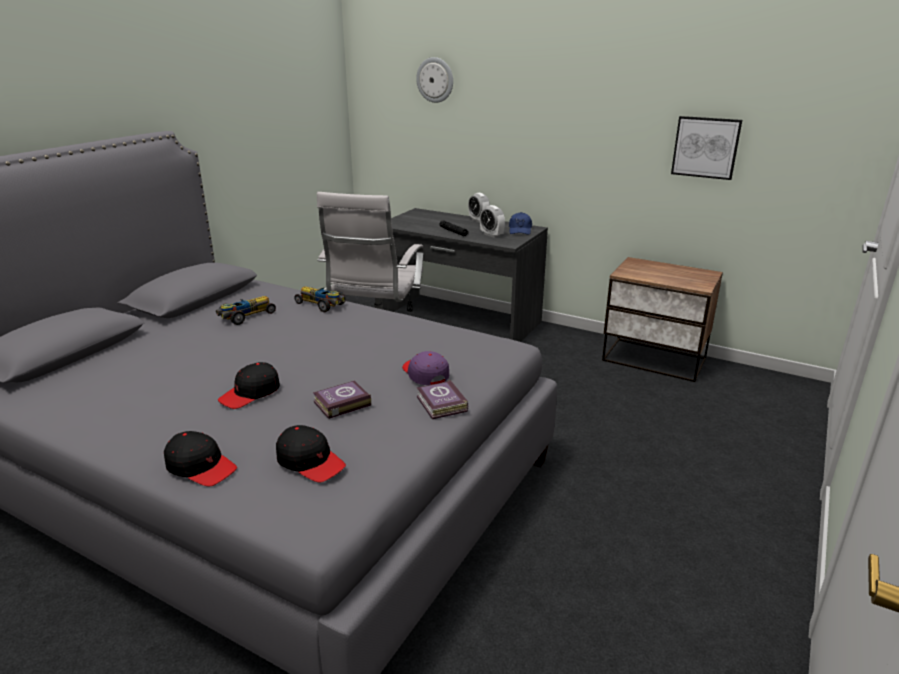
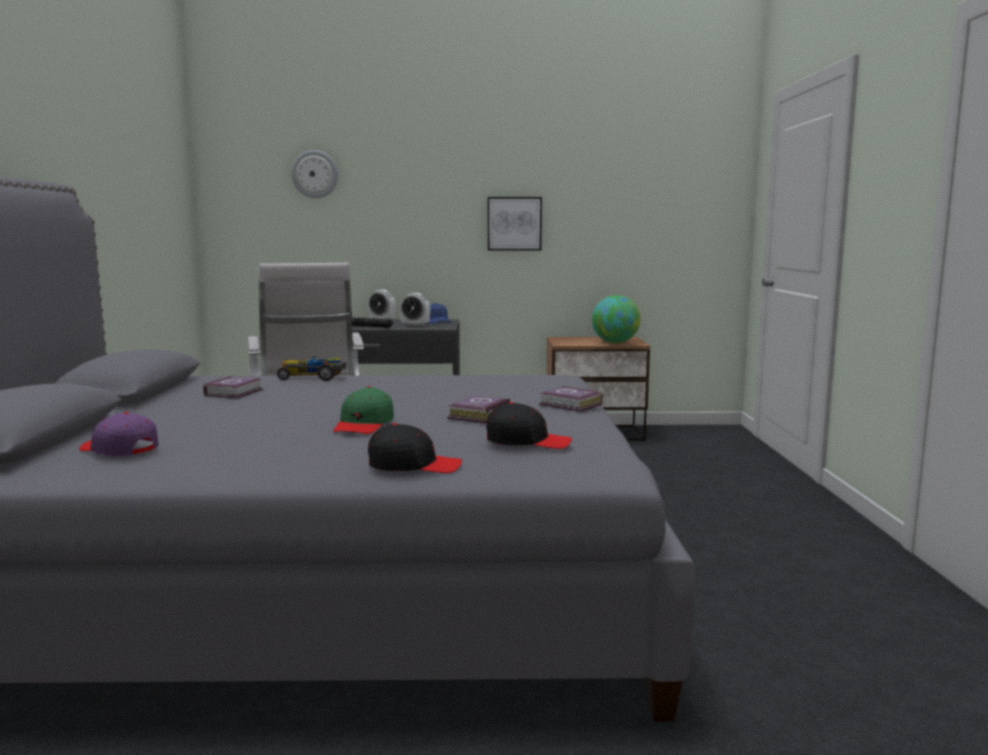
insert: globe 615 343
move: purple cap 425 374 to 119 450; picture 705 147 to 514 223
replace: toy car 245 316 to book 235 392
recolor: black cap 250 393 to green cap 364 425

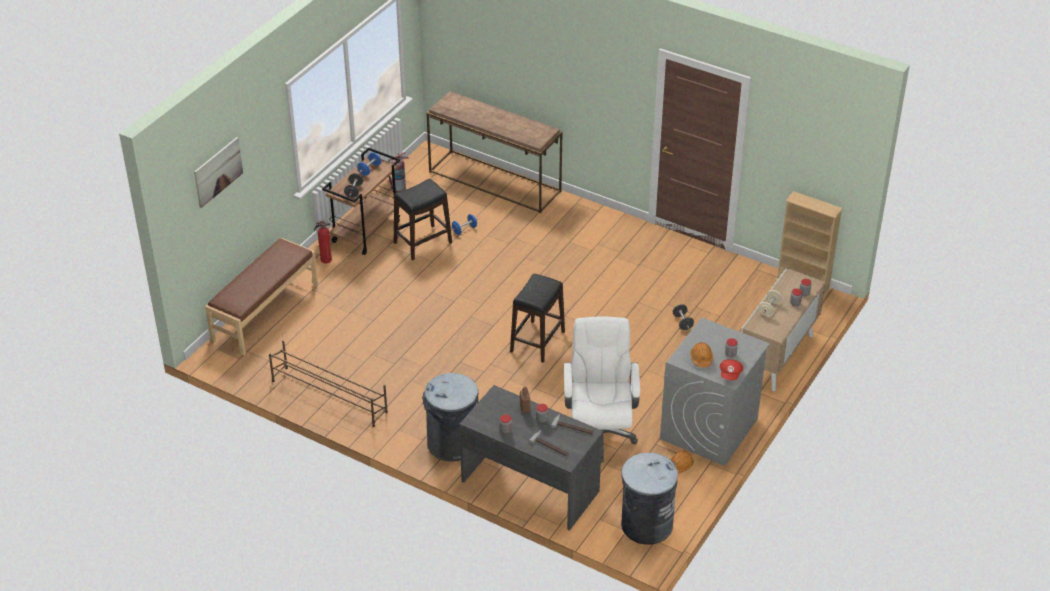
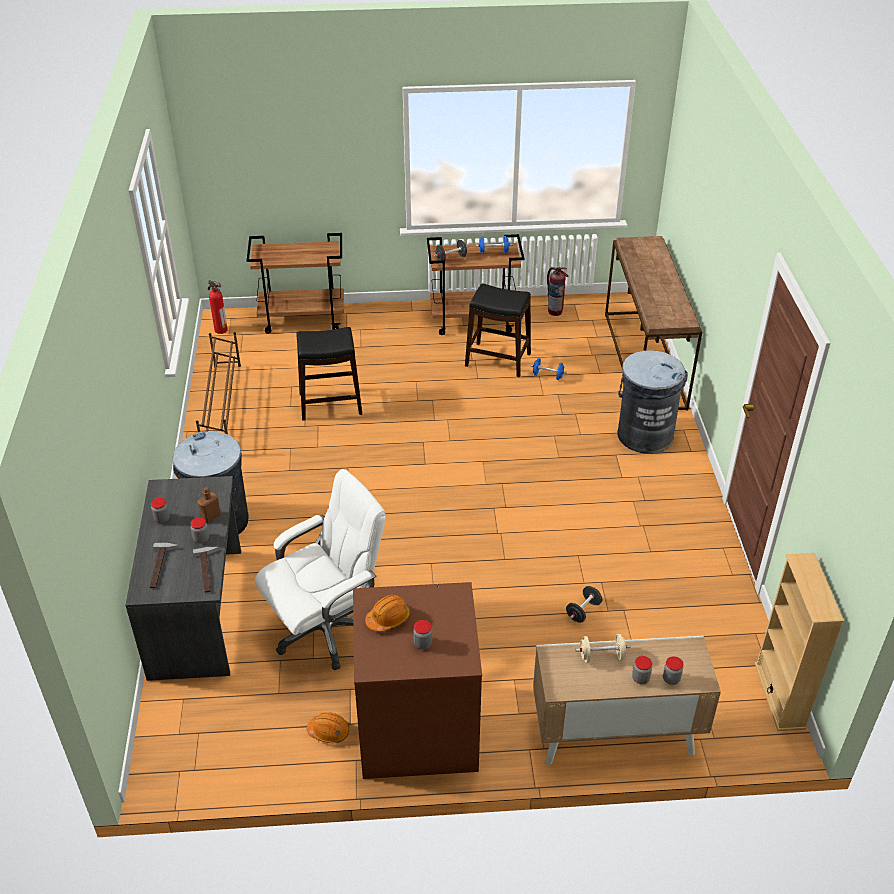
delete: picture 218 171; red cap 730 374
move: fire extinguisher 325 259 to 220 329; black stool 538 341 to 330 404; grey trash can 646 525 to 645 435
replace: brown bench 264 312 to brown cart 303 319
recolor: grey washing machine 709 429 to brown washing machine 417 729

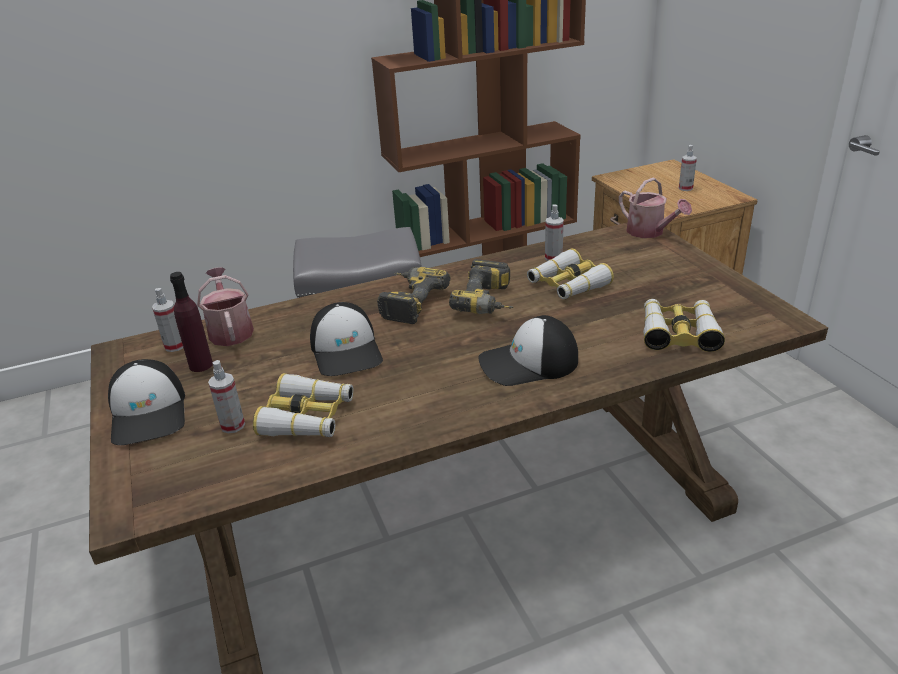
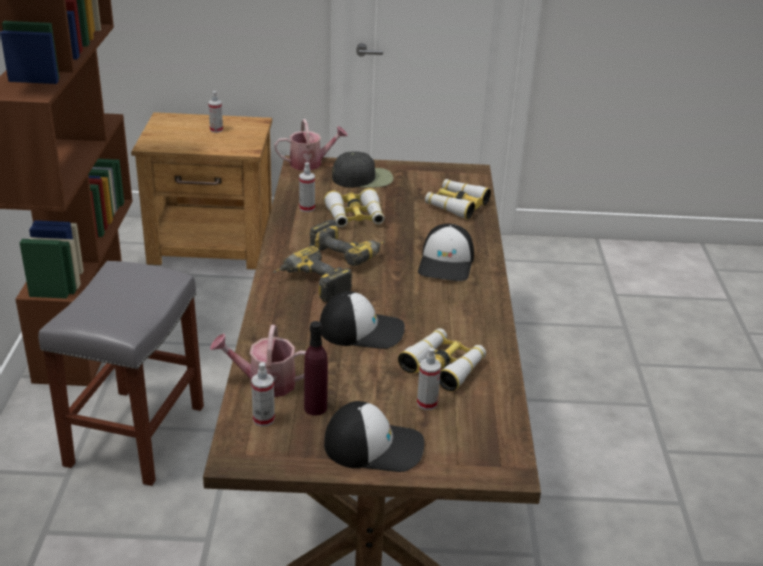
insert: black cap 363 178

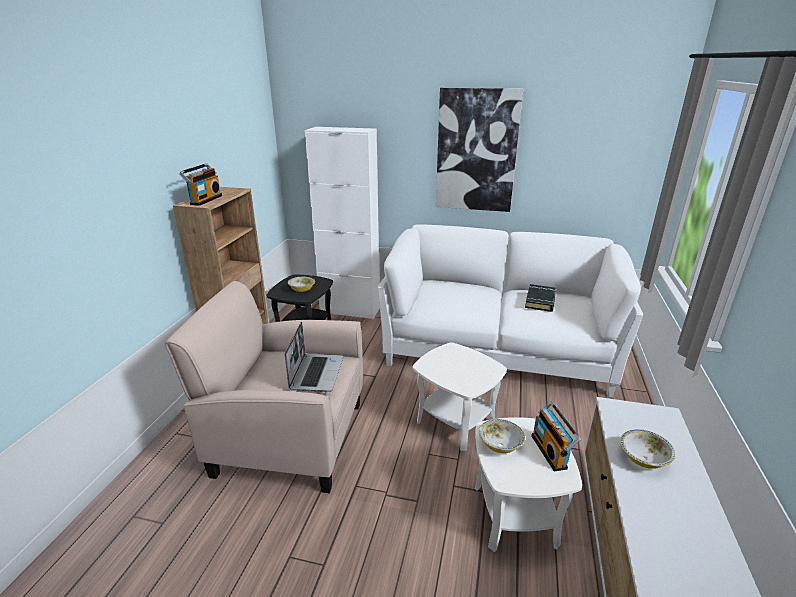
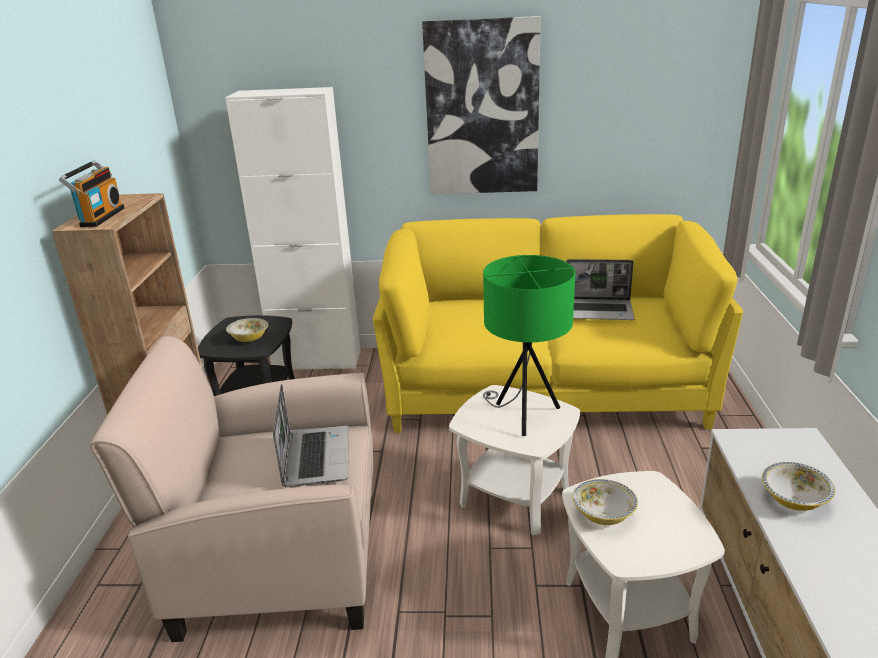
delete: radio 551 451
insert: green table lamp 523 415
replace: black book 540 301 to laptop 599 311
recolor: white sofa 497 350 to yellow sofa 543 388

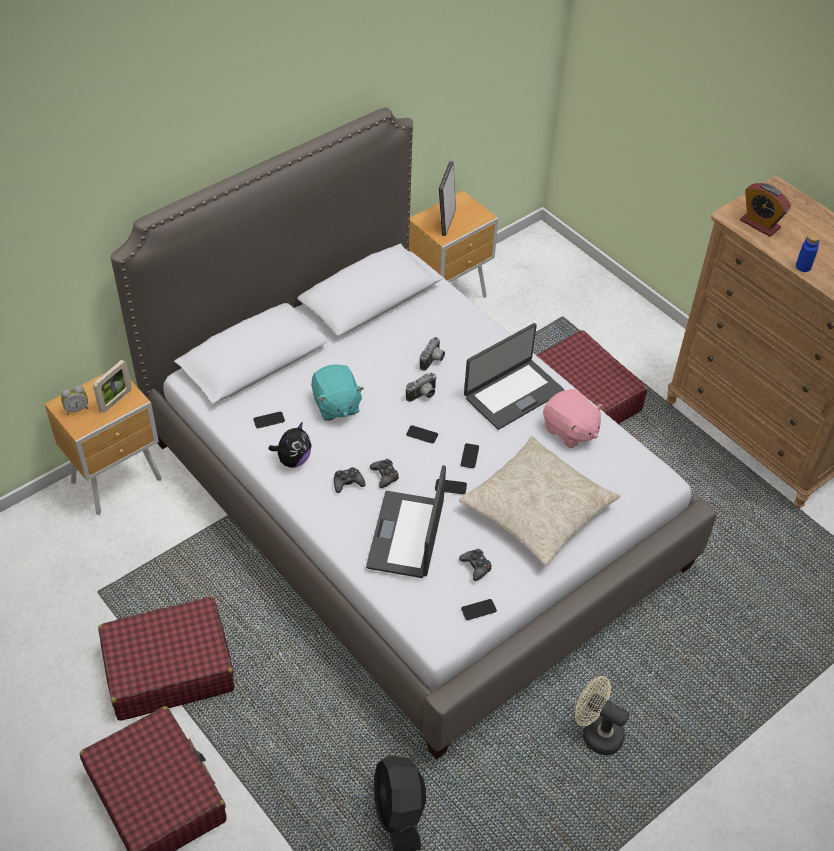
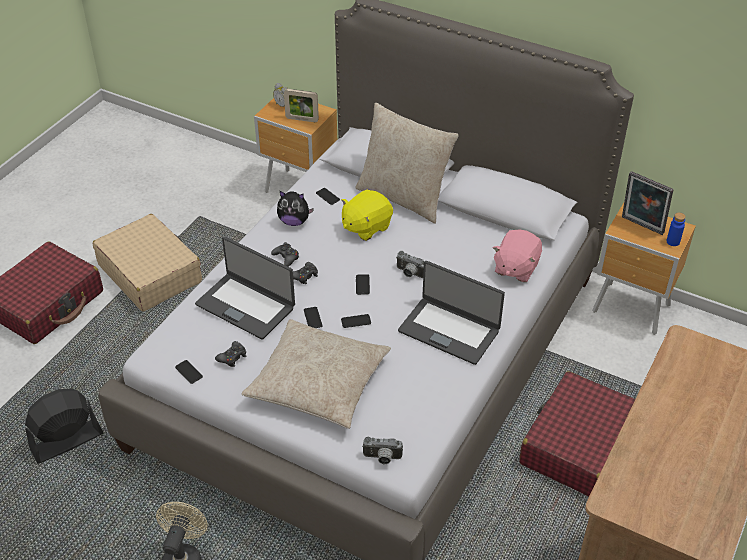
delete: alarm clock 760 224
insert: beige pillow 404 197
move: photo camera 433 361 to 382 458; pink plush toy 569 430 to 515 268; blue bottle 803 267 to 673 242
recolor: red suitcase 168 668 to beige suitcase 150 273; turquoise plush toy 336 405 to yellow plush toy 366 227
rotate: laptop 407 535 = 246 305 135 degrees counterclockwise; picture frame 446 221 = 641 226 135 degrees counterclockwise

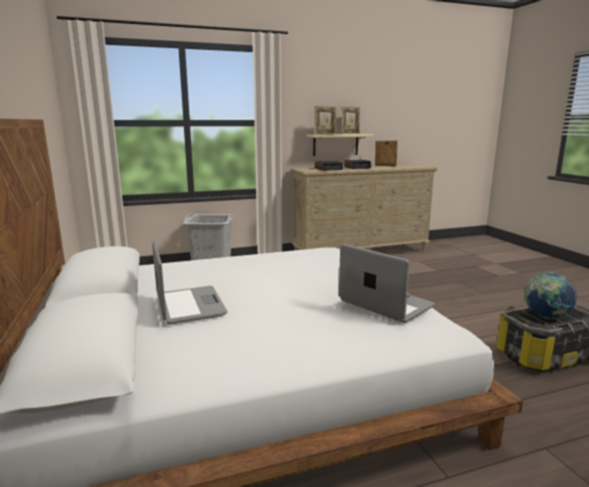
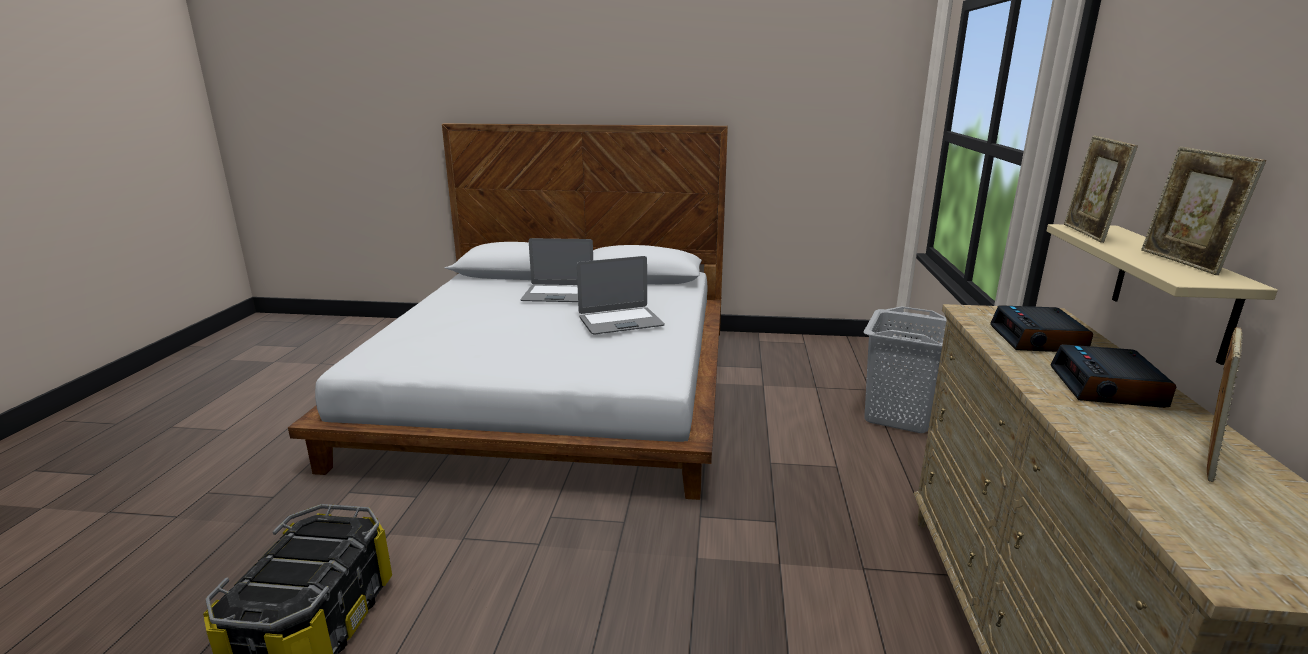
delete: globe 545 317
move: laptop 385 304 to 620 322

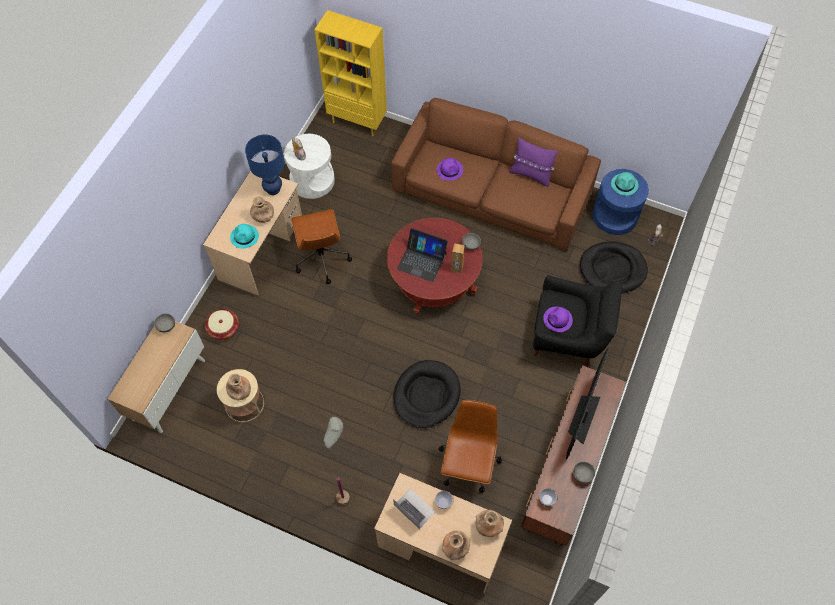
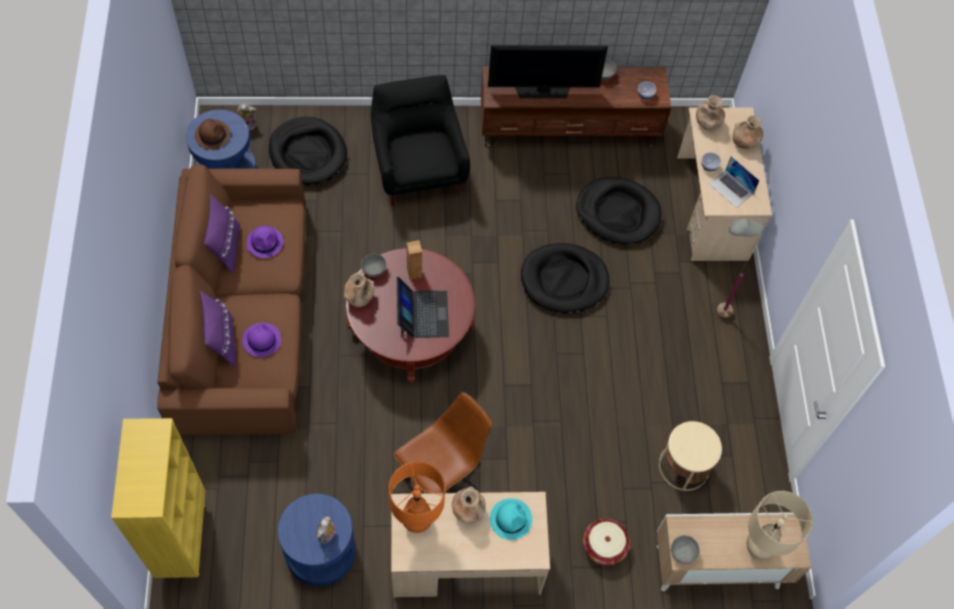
insert: purple pillow 222 341; beige table lamp 757 549
move: purple hat 557 320 to 265 242; brown vase 240 392 to 359 298
replace: brown office chair 468 464 to black dog bed 618 213
recolor: turquoise hat 624 184 to brown hat 212 135; white side table 312 180 to blue side table 320 551; blue table lamp 273 189 to orange table lamp 417 521
rotate: laptop 414 508 = 731 188 60 degrees counterclockwise

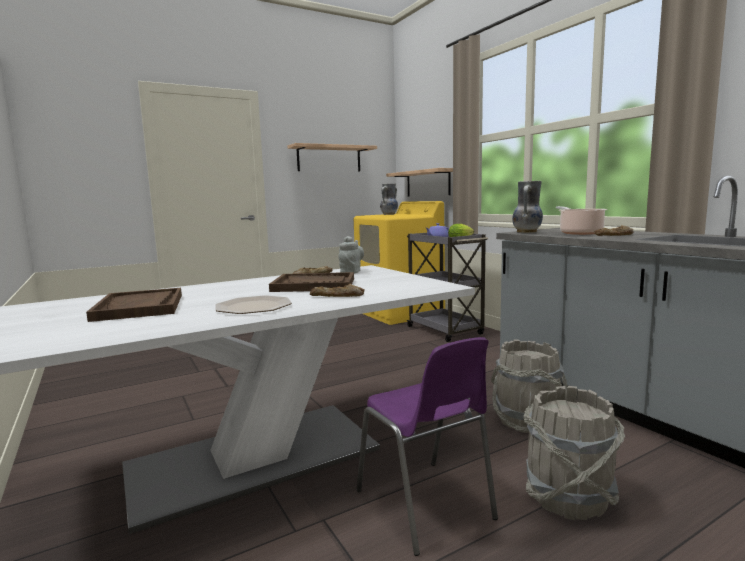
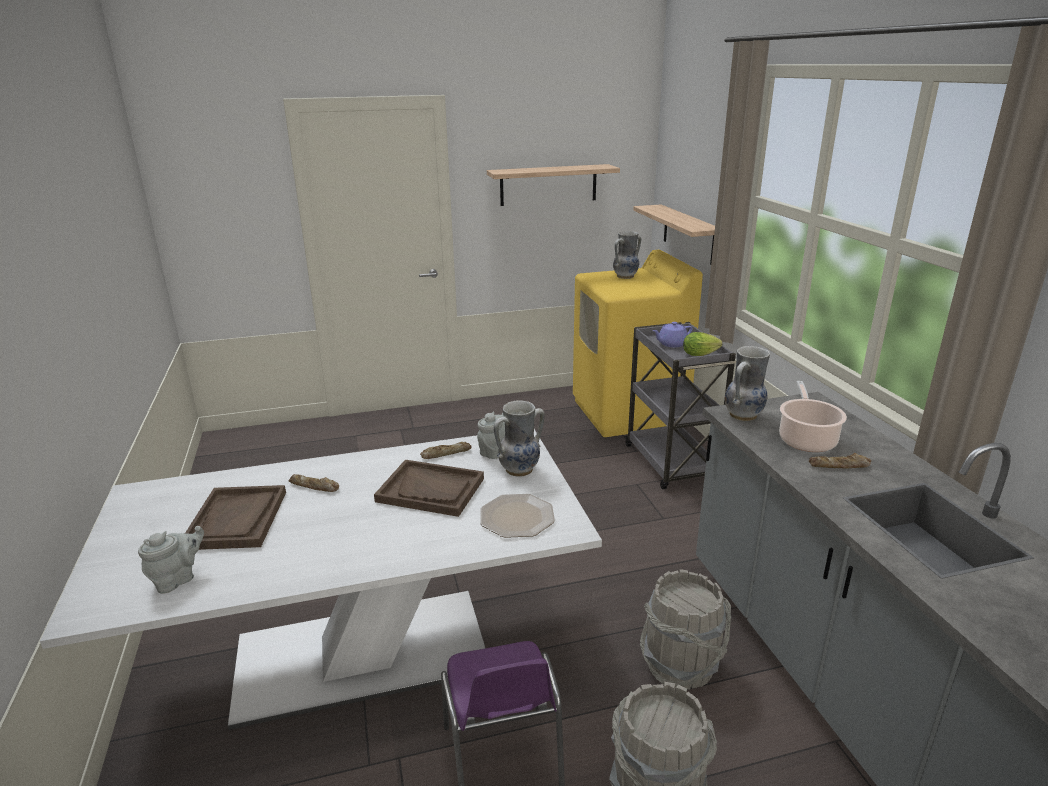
insert: grey teapot 178 579; vase 519 470
move: bread 337 296 to 314 487; plate 254 306 to 517 517

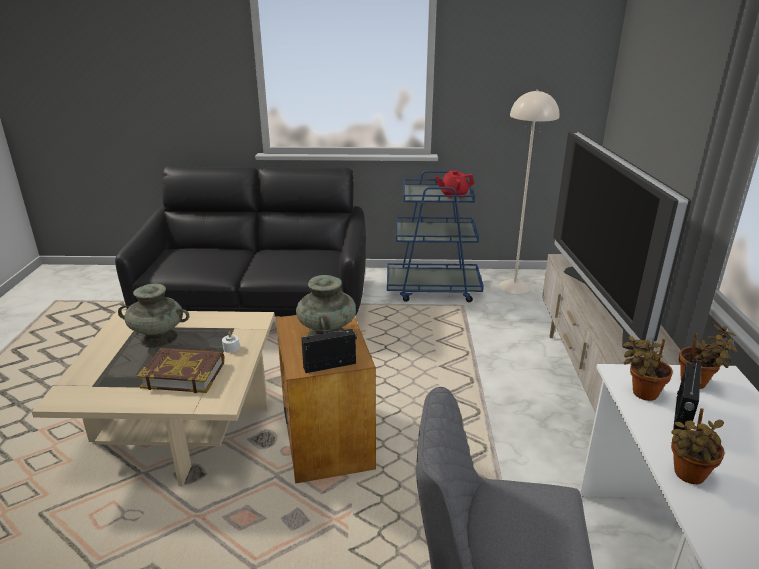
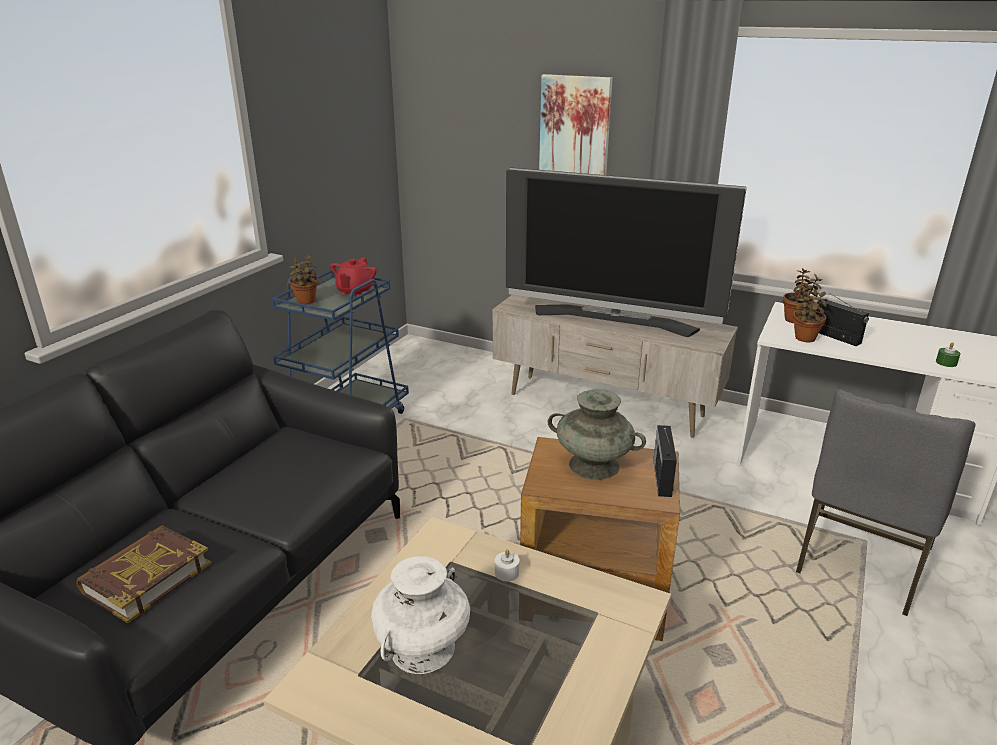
delete: beige floor lamp 514 286
insert: picture 575 133; green candle 946 363
move: book 184 374 to 146 578; potted plant 687 475 to 306 302
recolor: turquoise vase 158 338 to white vase 422 649

